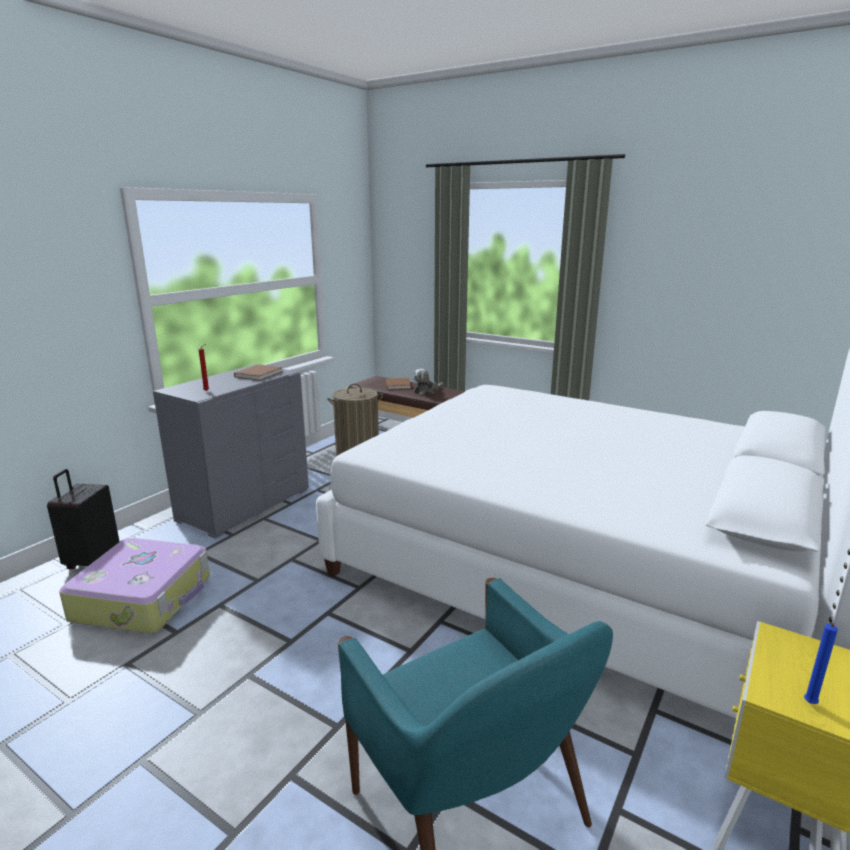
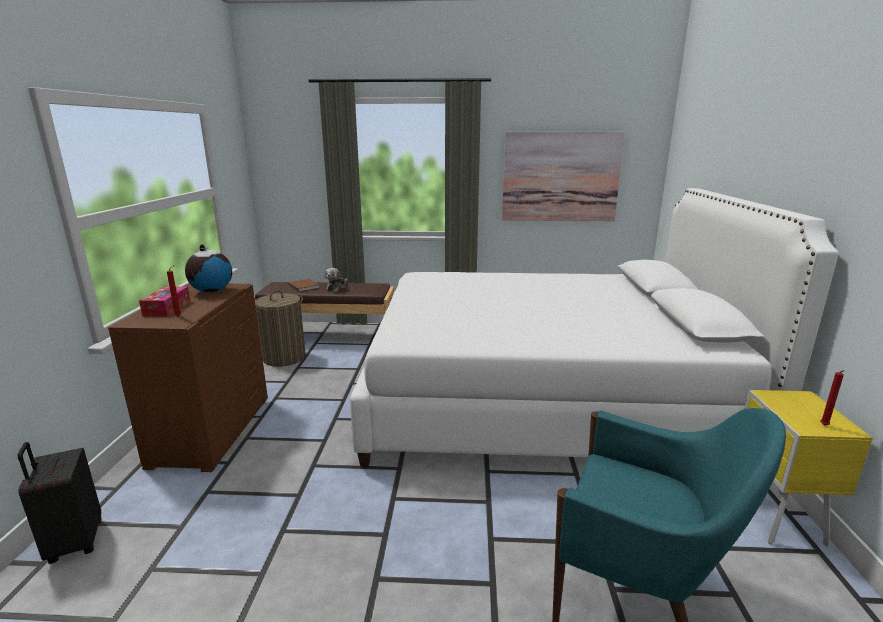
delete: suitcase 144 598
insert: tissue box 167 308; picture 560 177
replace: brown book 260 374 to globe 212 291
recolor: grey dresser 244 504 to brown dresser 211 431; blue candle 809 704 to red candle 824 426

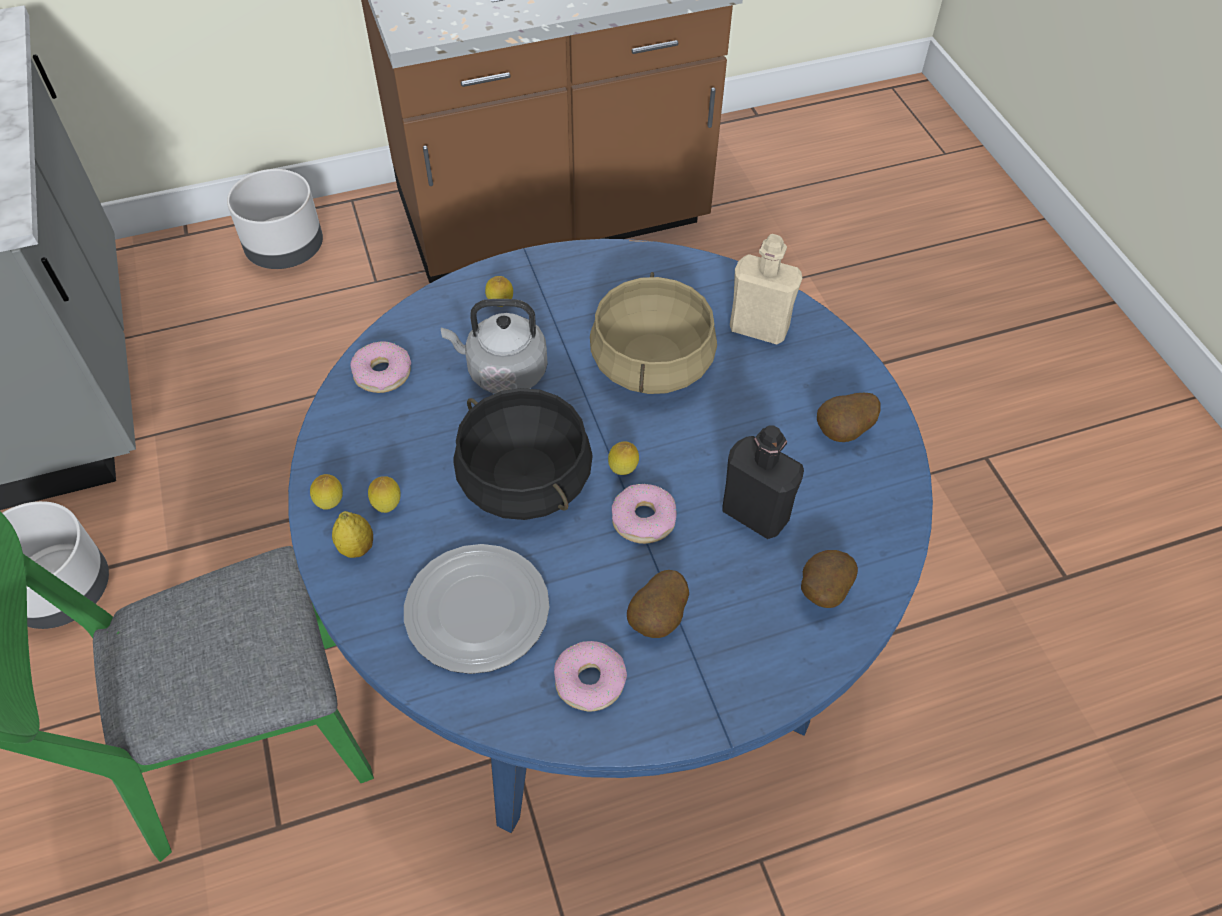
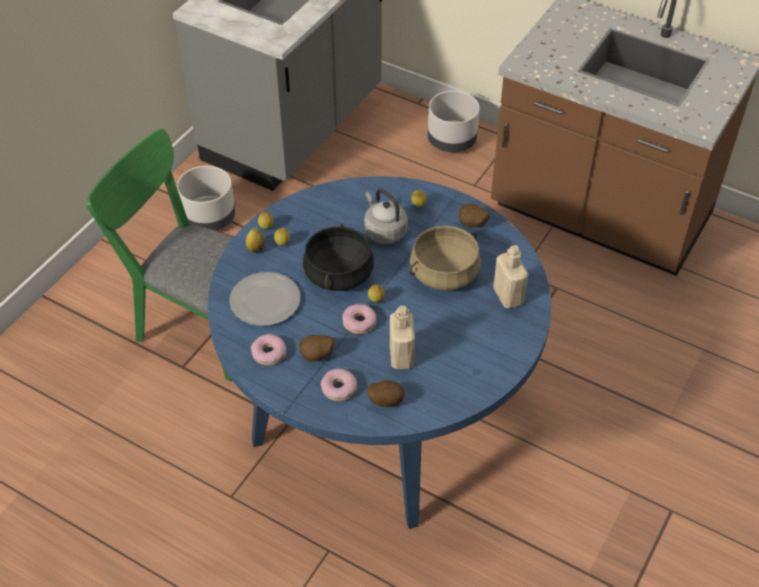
move: donut 382 373 to 339 388; potato 844 432 to 472 225
recolor: black bottle 755 514 to beige bottle 401 356

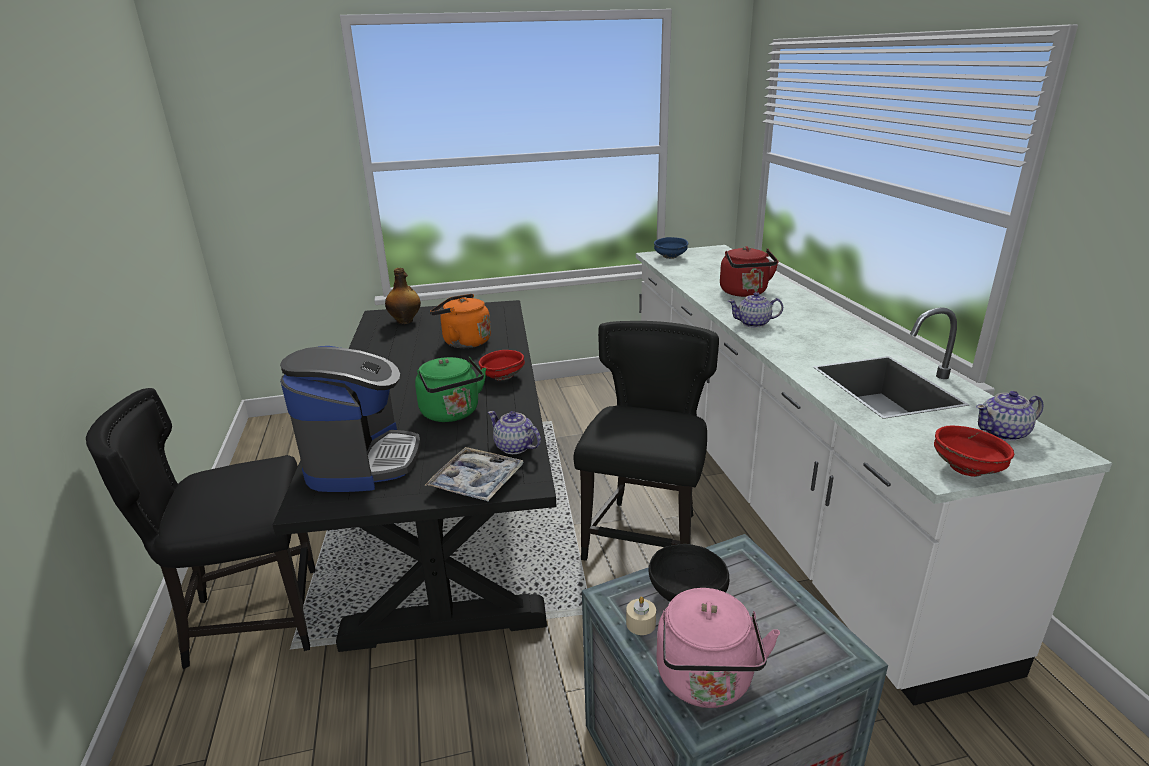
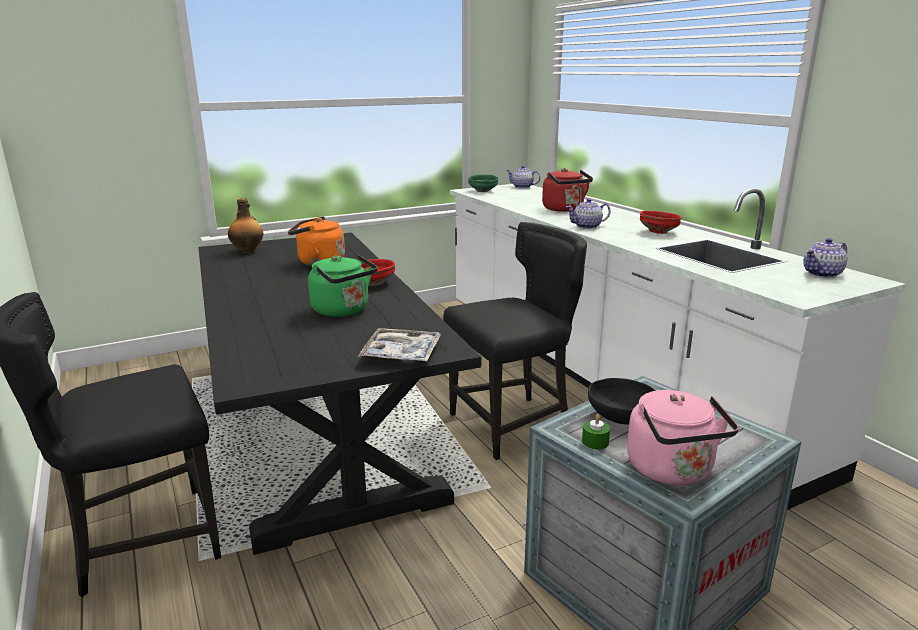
delete: coffee machine 362 461
move: teapot 515 447 to 522 187; red bowl 968 469 to 659 232
recolor: blue bowl 670 257 to green bowl 483 191; beige candle 641 623 to green candle 595 442
rotate: black chair 645 536 = 513 424 60 degrees clockwise

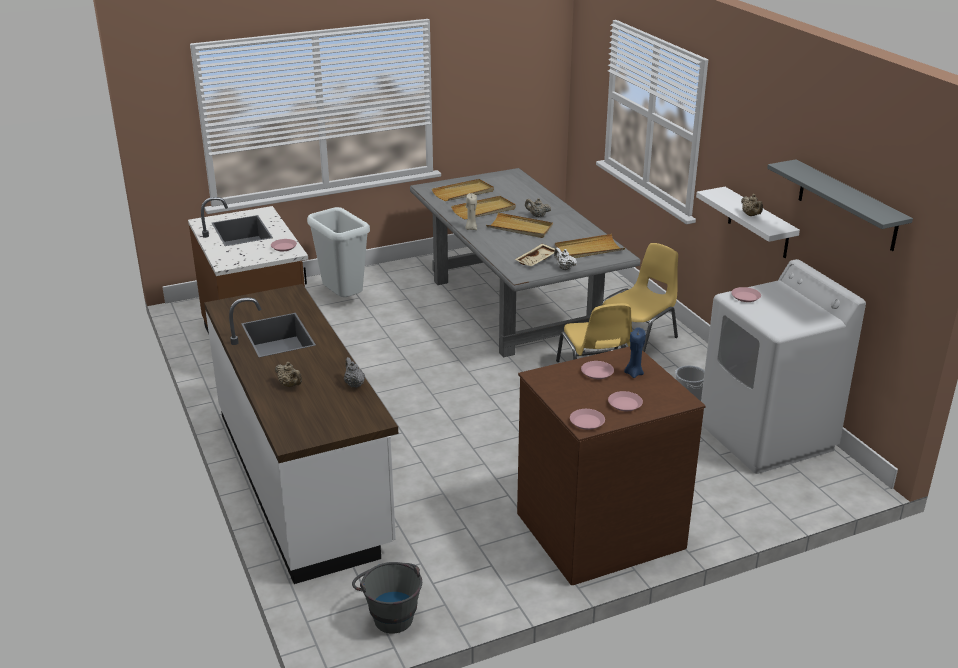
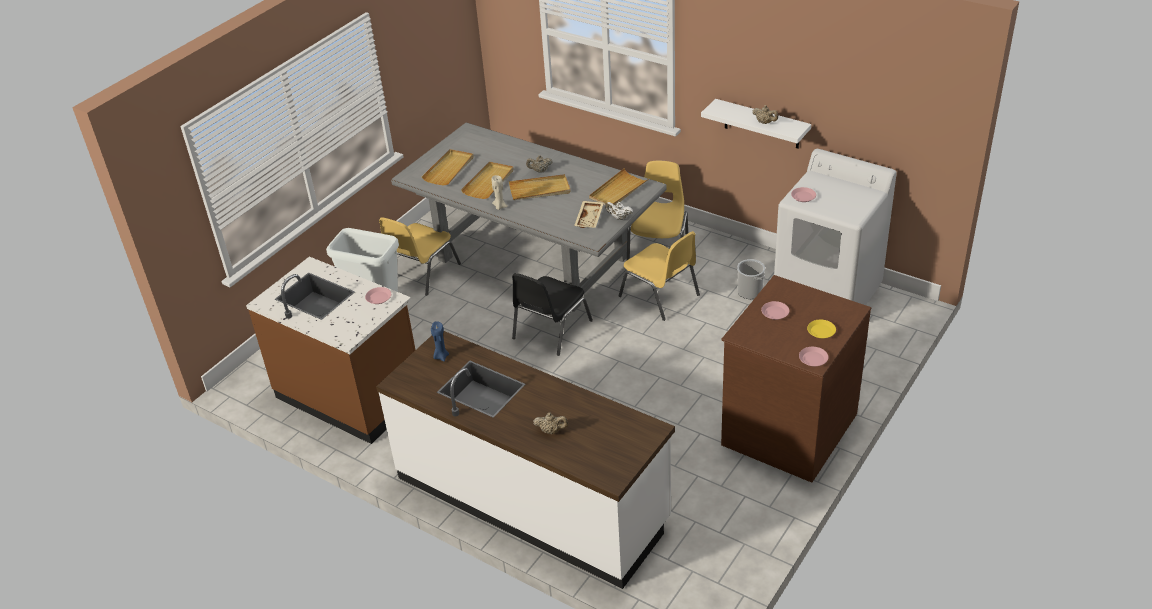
delete: grey teapot 354 384; grey bucket 390 614; grey shelf 847 205
insert: yellow chair 421 273; black chair 550 330
move: blue candle 633 373 to 441 356
recolor: pink plate 625 404 to yellow plate 821 331

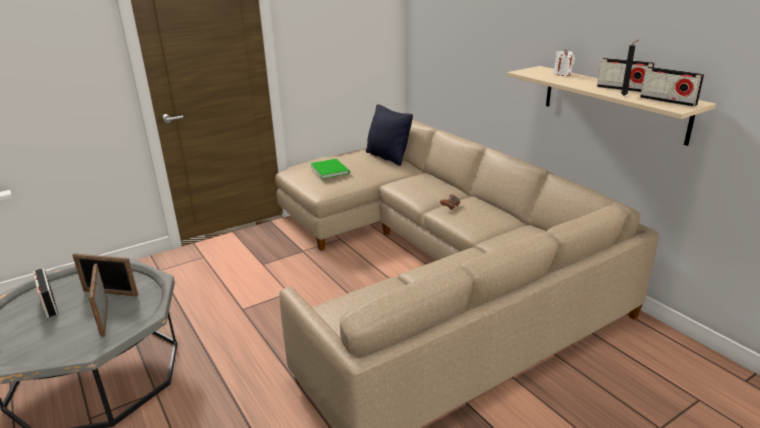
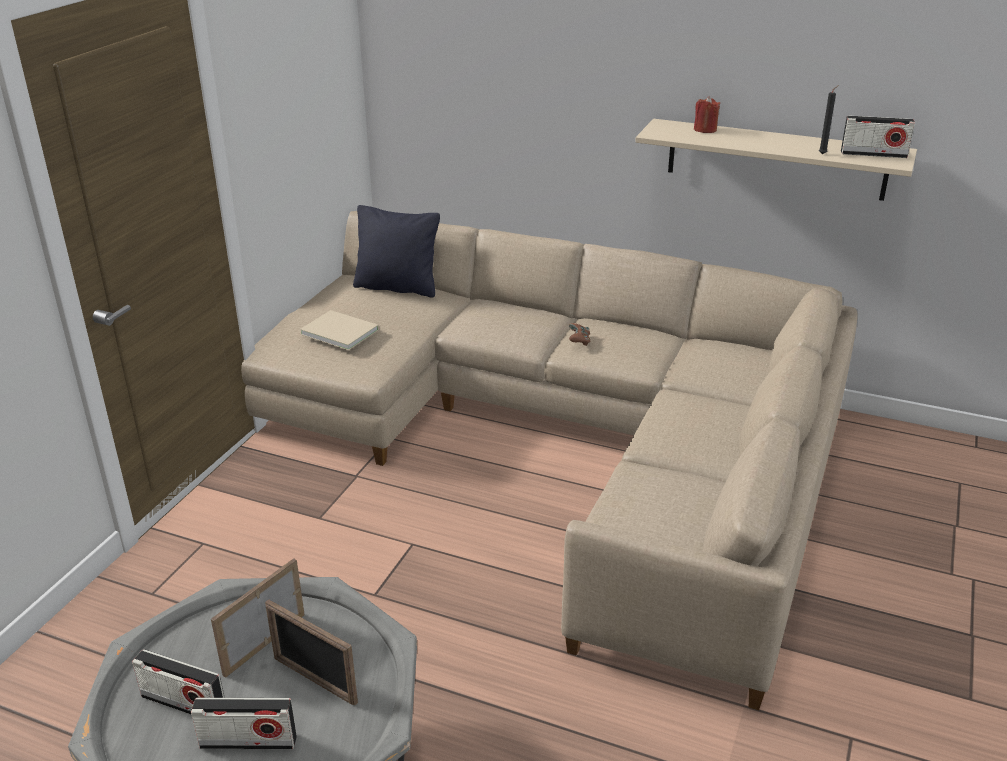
move: radio 622 89 to 248 741
recolor: green book 330 169 to beige book 339 331; white candle 562 74 to red candle 705 129
rotate: picture frame 110 293 = 264 644 150 degrees clockwise

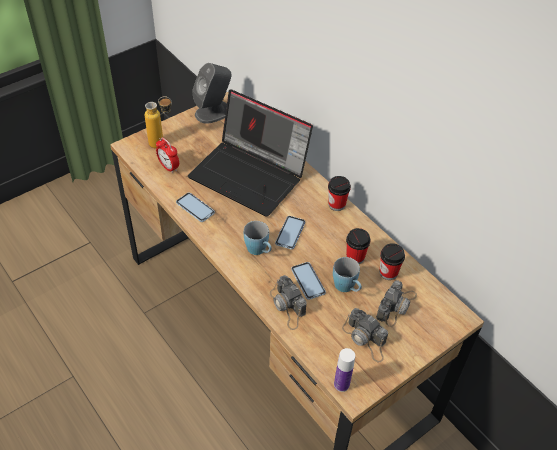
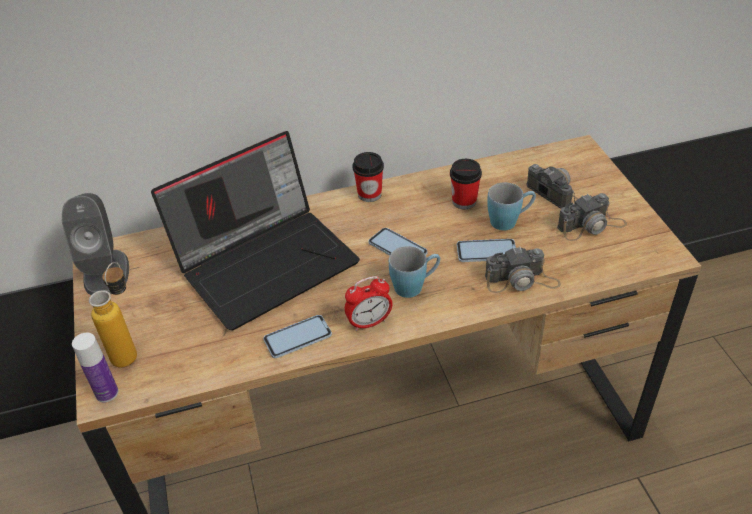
delete: cup 388 272
move: bottle 341 384 to 107 393; alarm clock 169 167 to 369 322

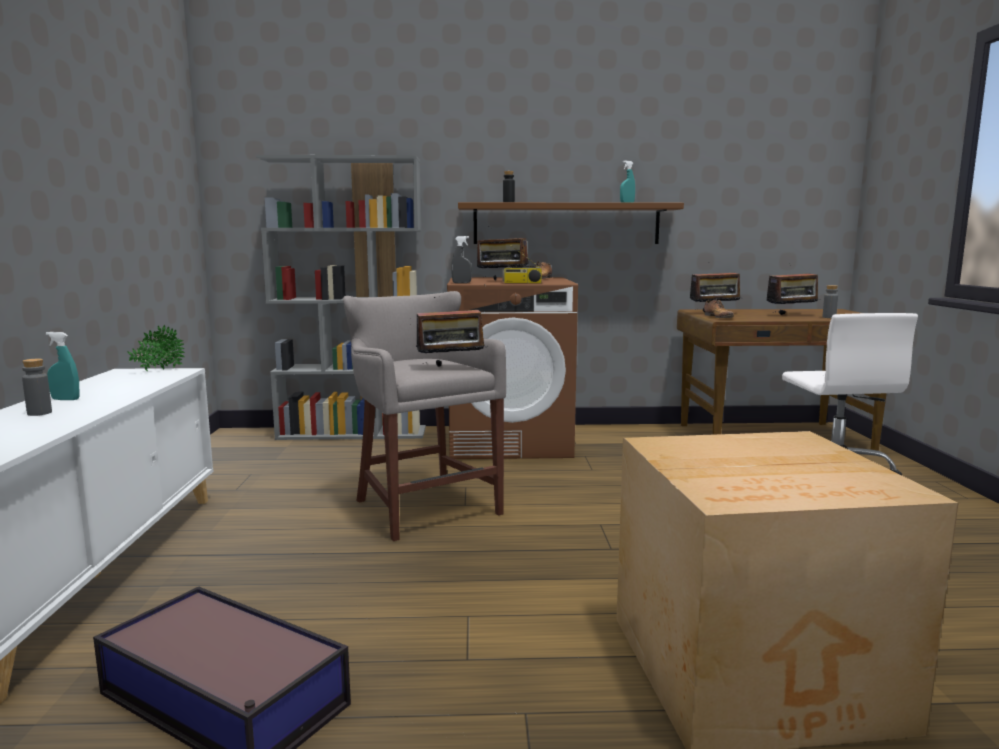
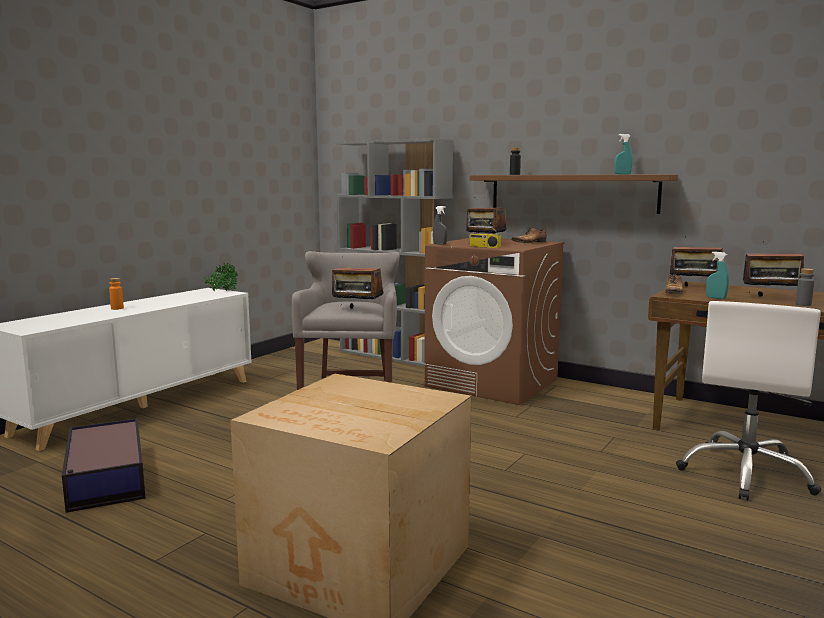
move: turquoise spray bottle 65 399 to 716 298
recolor: grey bottle 39 413 to orange bottle 117 308

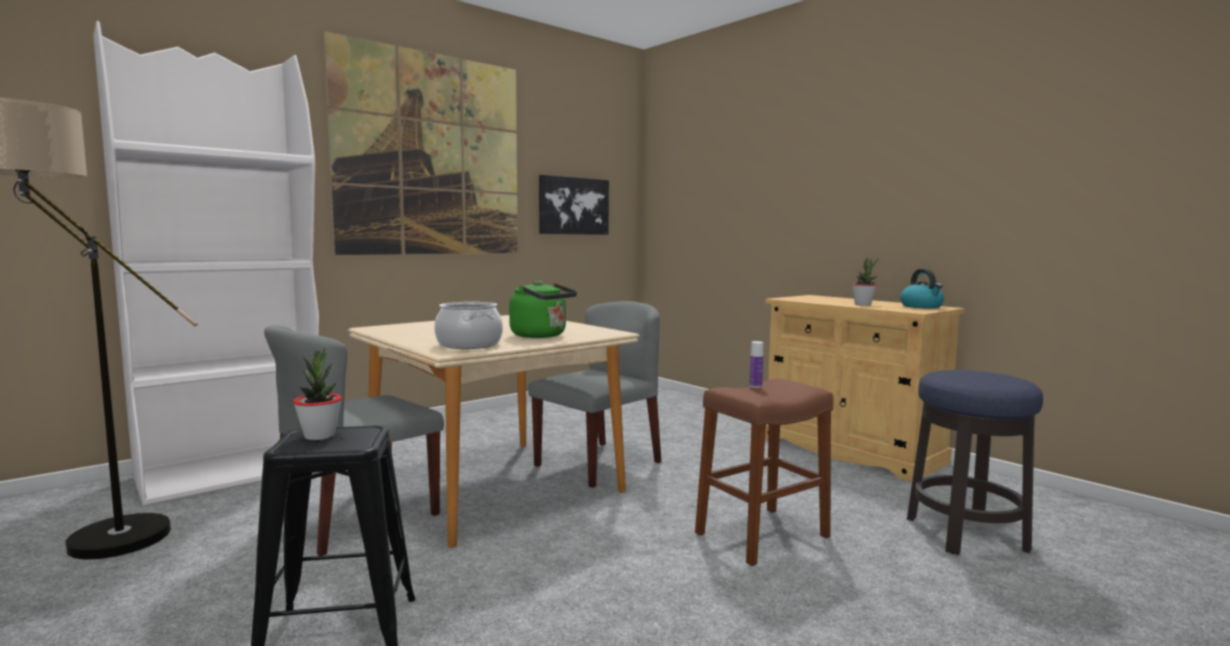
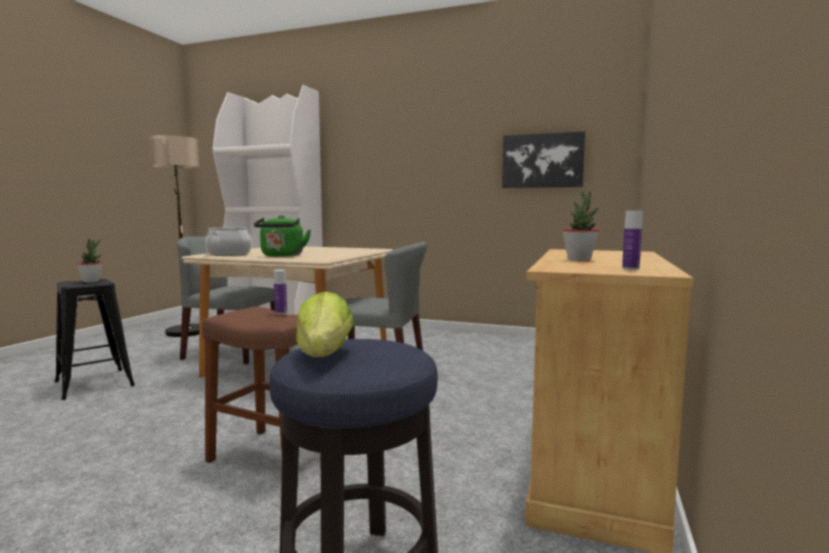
delete: picture 431 155
insert: lettuce 324 355
replace: kettle 922 306 to bottle 630 268

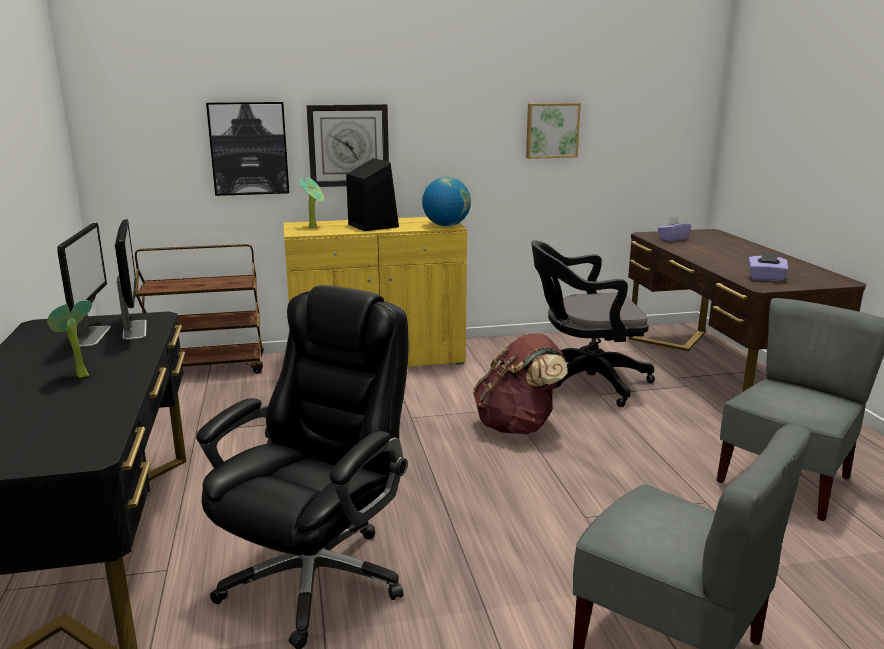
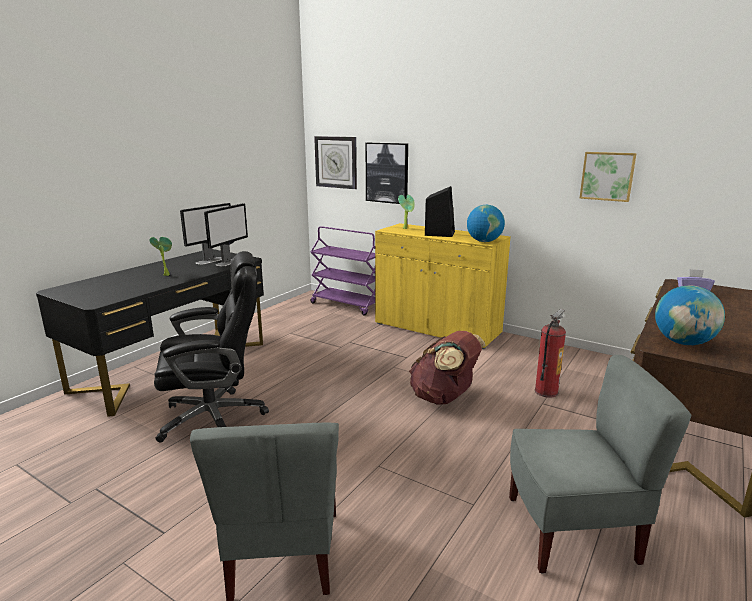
move: wall clock 348 145 to 336 162
replace: black office chair 583 382 to fire extinguisher 546 391; purple tissue box 766 279 to globe 683 342
recolor: brown cart 207 368 to purple cart 347 305

